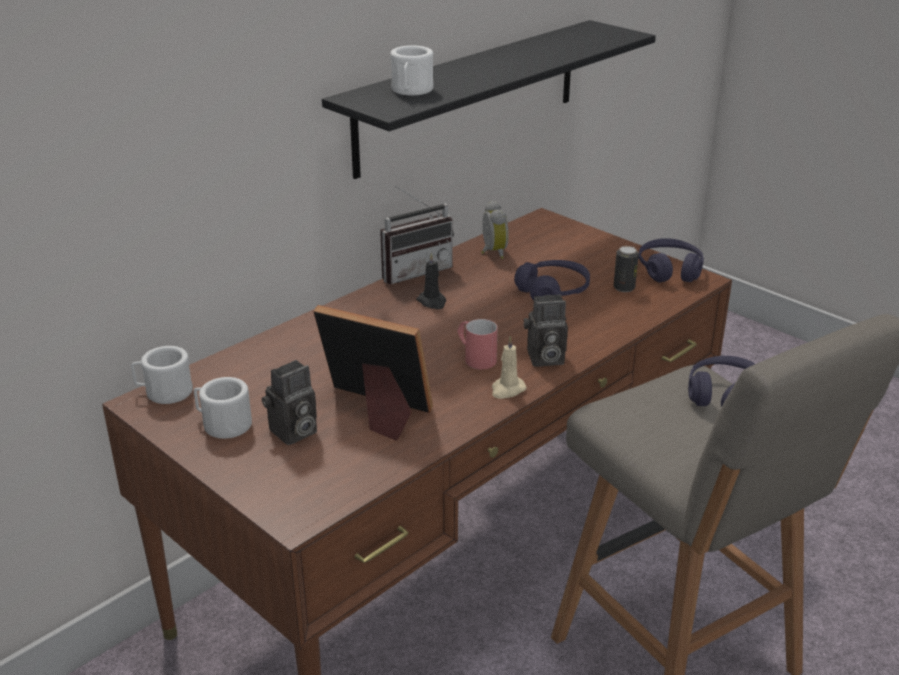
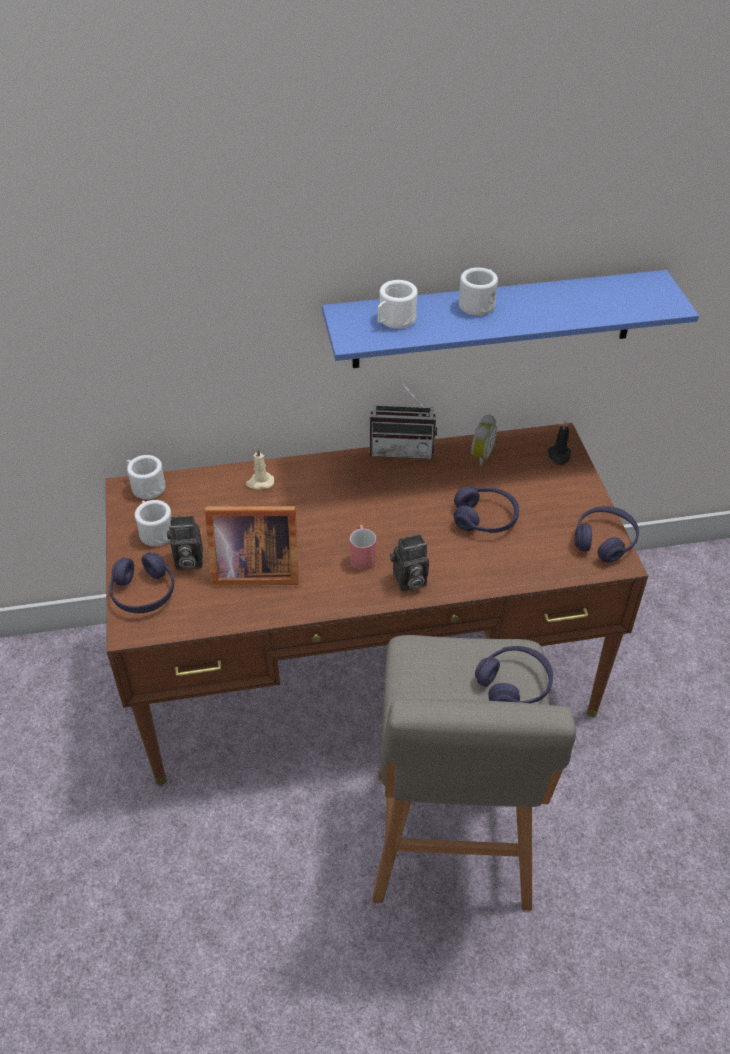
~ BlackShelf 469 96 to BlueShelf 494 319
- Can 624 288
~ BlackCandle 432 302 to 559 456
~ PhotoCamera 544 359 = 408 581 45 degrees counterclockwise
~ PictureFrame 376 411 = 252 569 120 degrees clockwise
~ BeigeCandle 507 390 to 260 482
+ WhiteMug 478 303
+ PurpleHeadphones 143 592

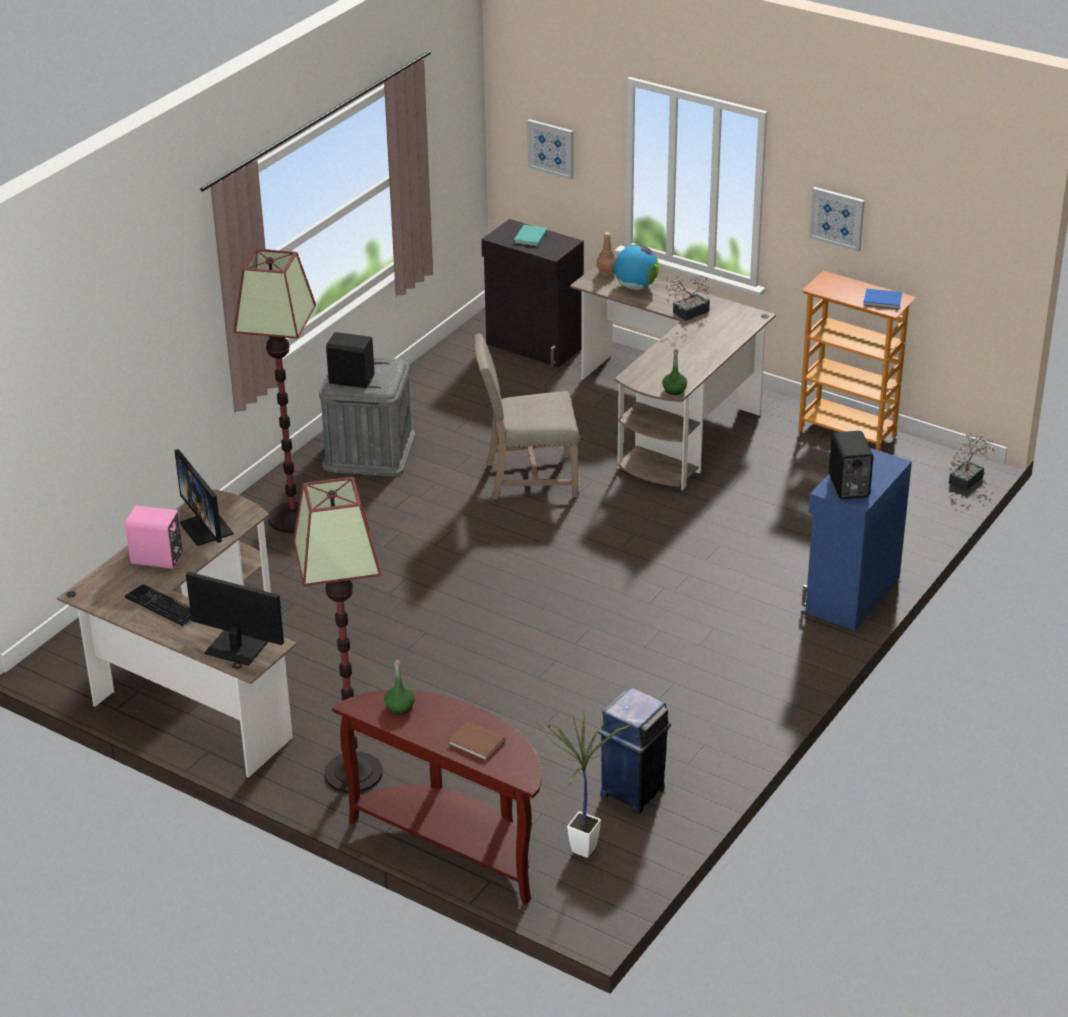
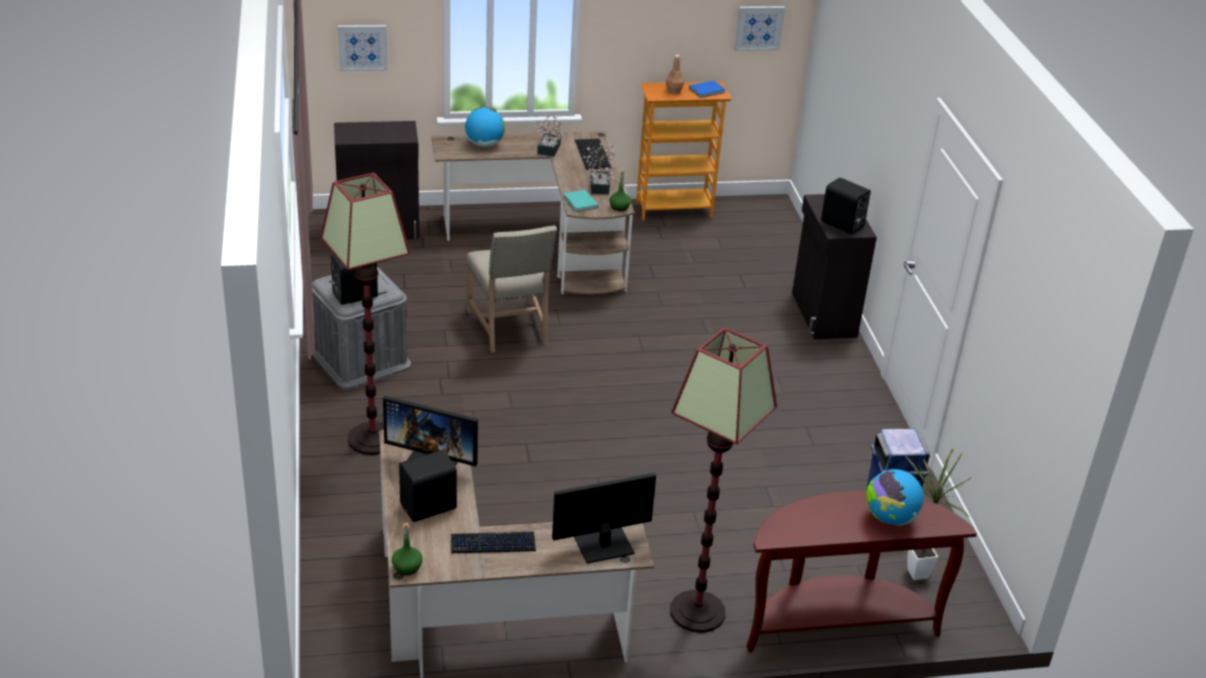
~ Picture 837 218 to 759 28
~ TurquoiseBook 529 237 to 580 203
~ BrownBottle 606 272 to 674 91
~ BeigeChair 528 478 = 510 328 60 degrees counterclockwise
~ PottedPlant 968 478 to 600 185
~ BlueCabinet 850 594 to BlackCabinet 822 315
~ PinkSpeaker 157 559 to BlackSpeaker 430 507
~ GreenBottle 400 707 to 407 567
~ BrownBook 477 744 to Globe 890 518
+ Keyboard 593 154

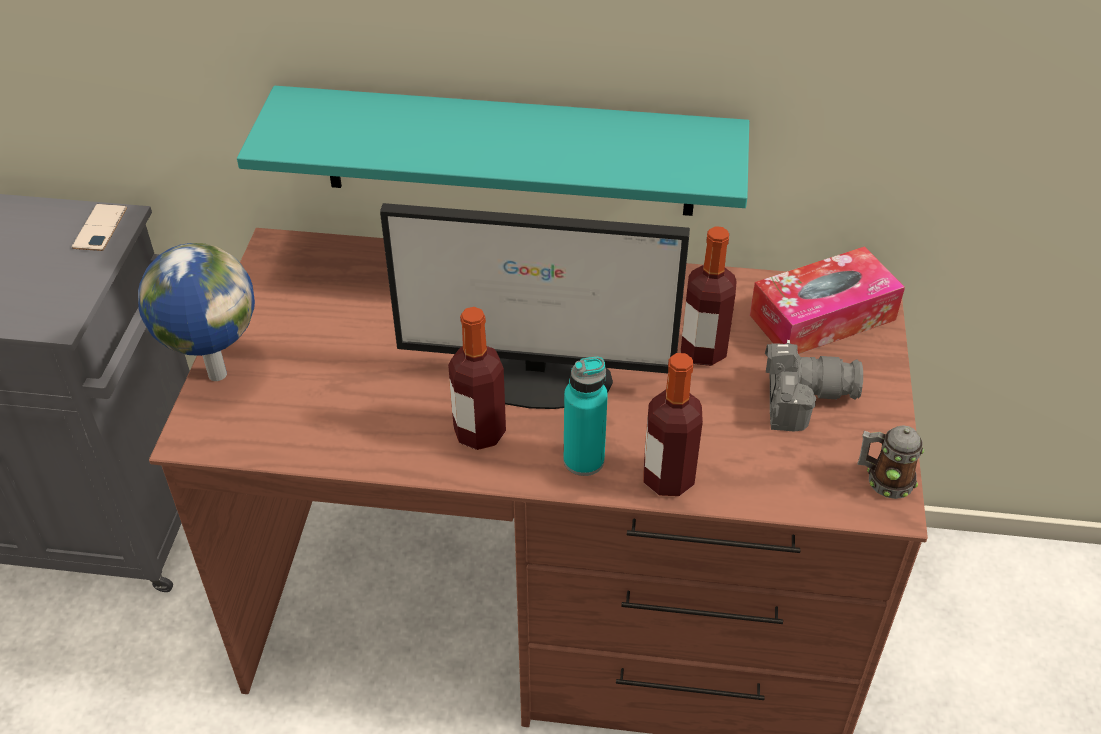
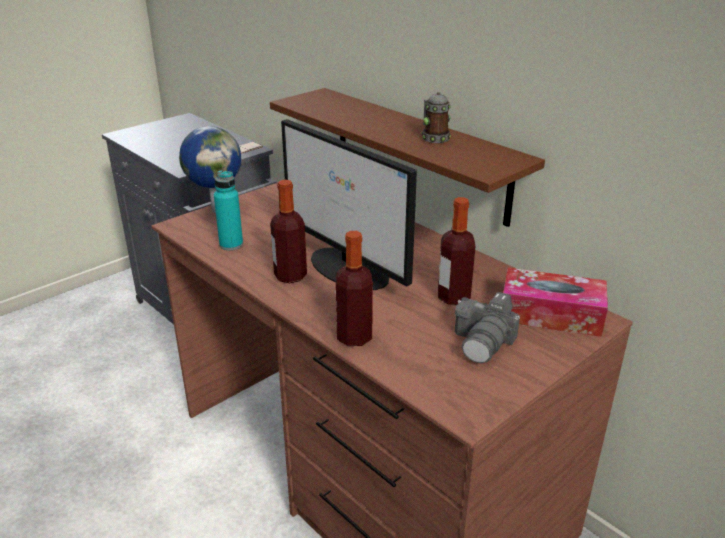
~ TurquoiseShelf 508 152 to BrownShelf 418 154
~ PhotoCamera 802 397 = 484 341 75 degrees clockwise
~ TurquoiseBottle 583 460 to 231 245
~ Mug 884 479 to 433 137

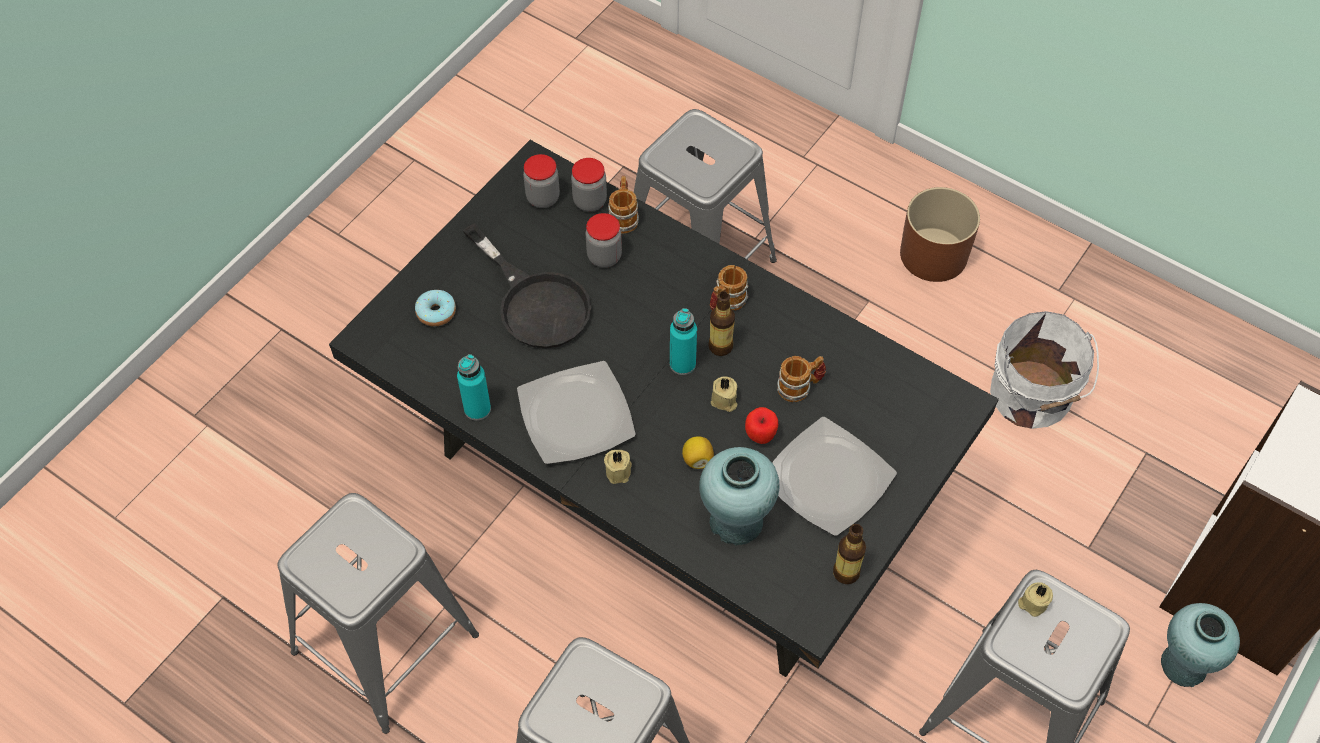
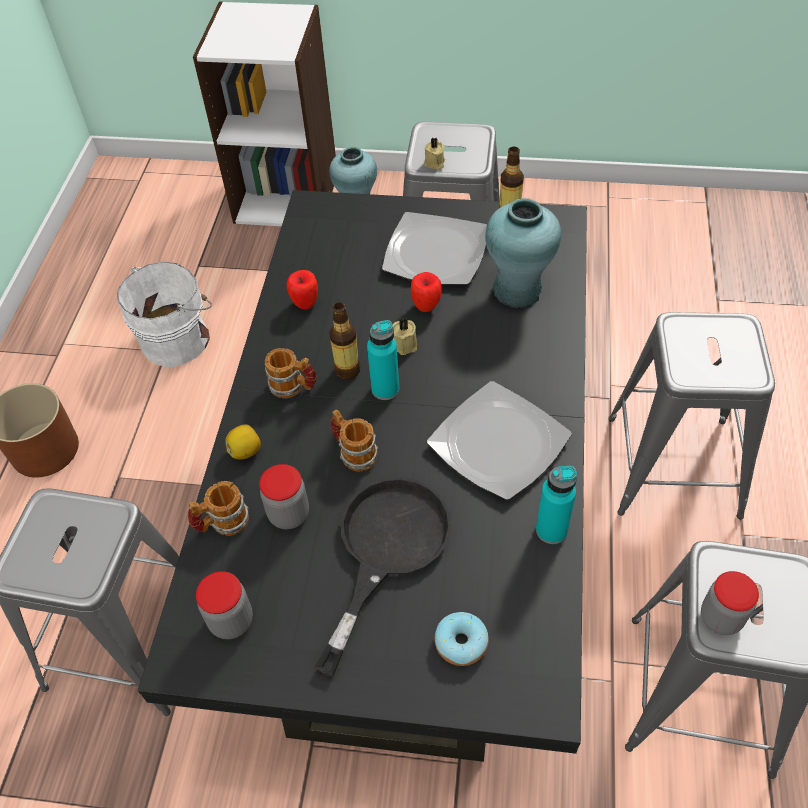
~ Jar 590 201 to 720 618
~ Mug 800 387 to 353 452
~ Lemon 697 459 to 246 451
- BeigeCandle 619 471
+ Apple 305 303

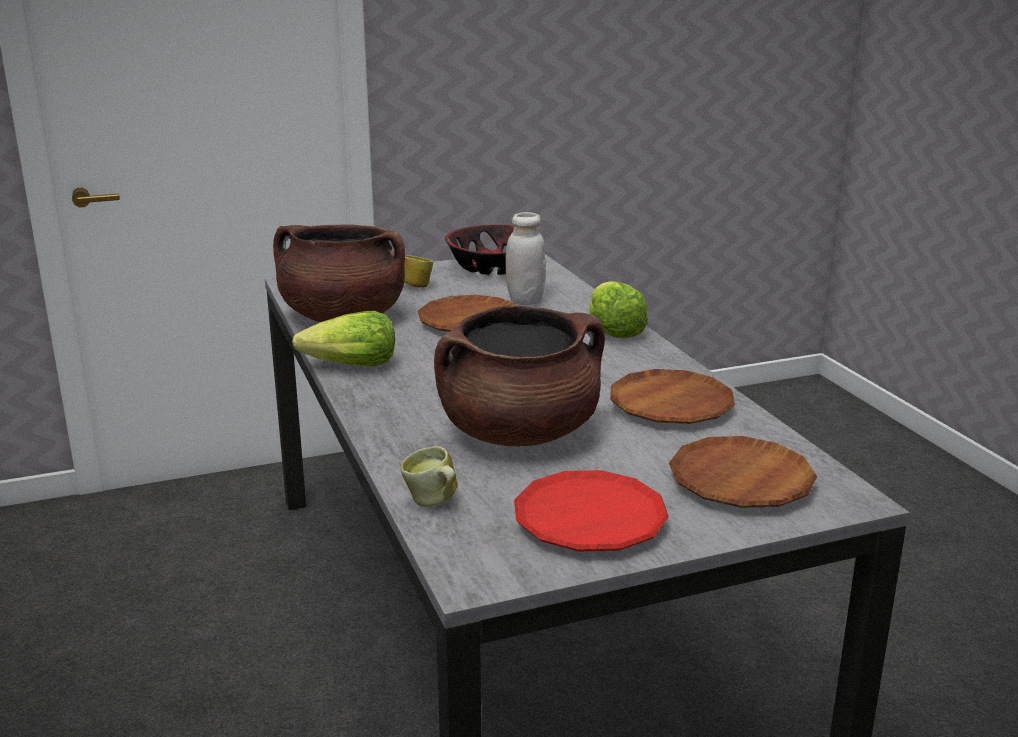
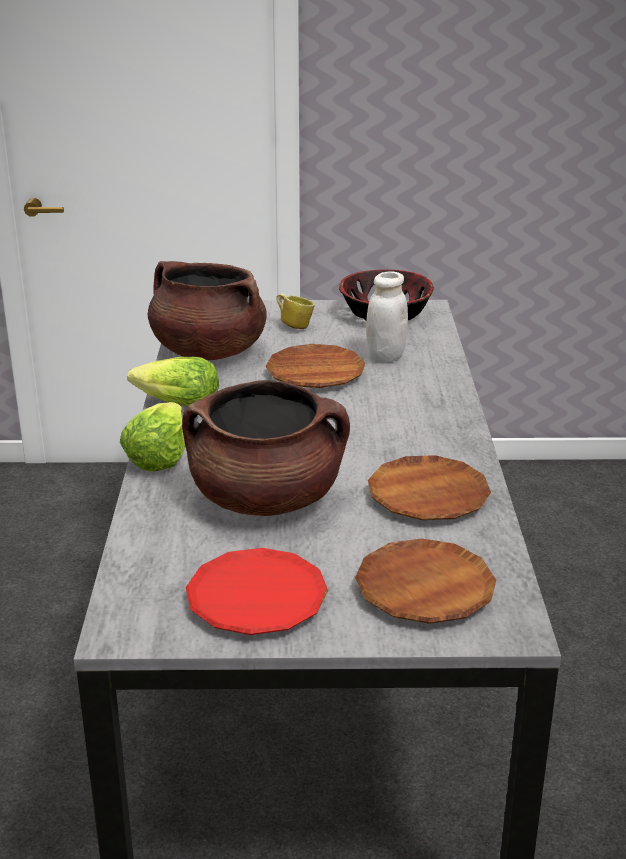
~ Lettuce 613 330 to 158 457
- Mug 433 504

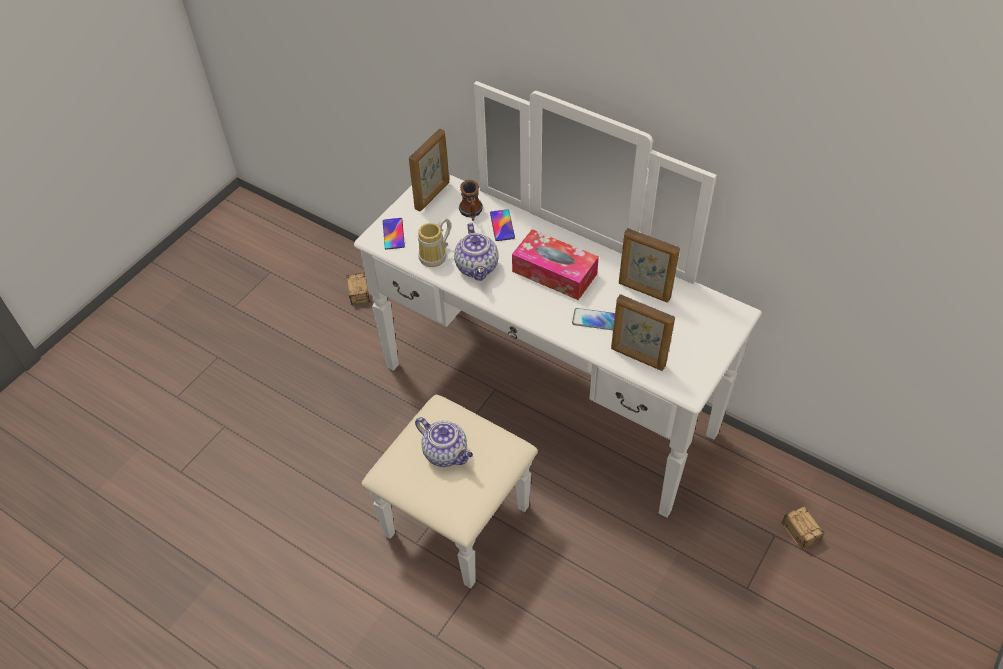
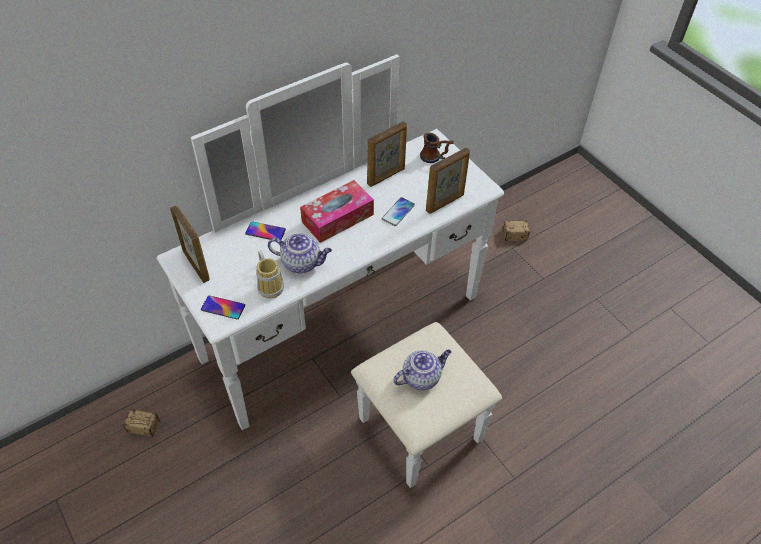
~ Mug 471 214 to 435 157

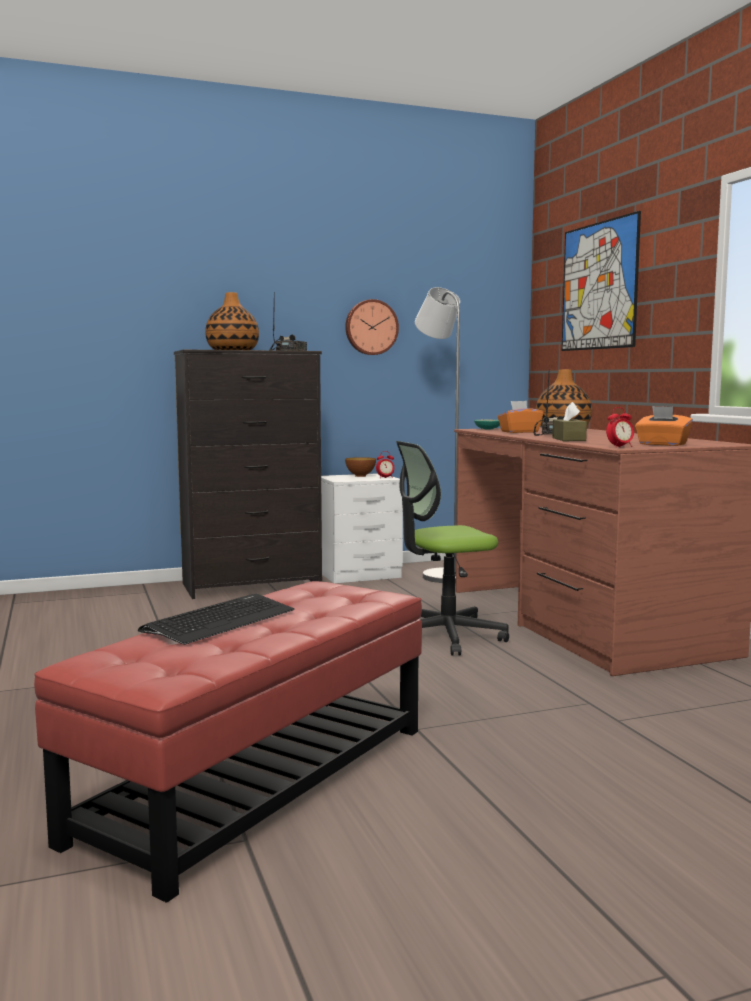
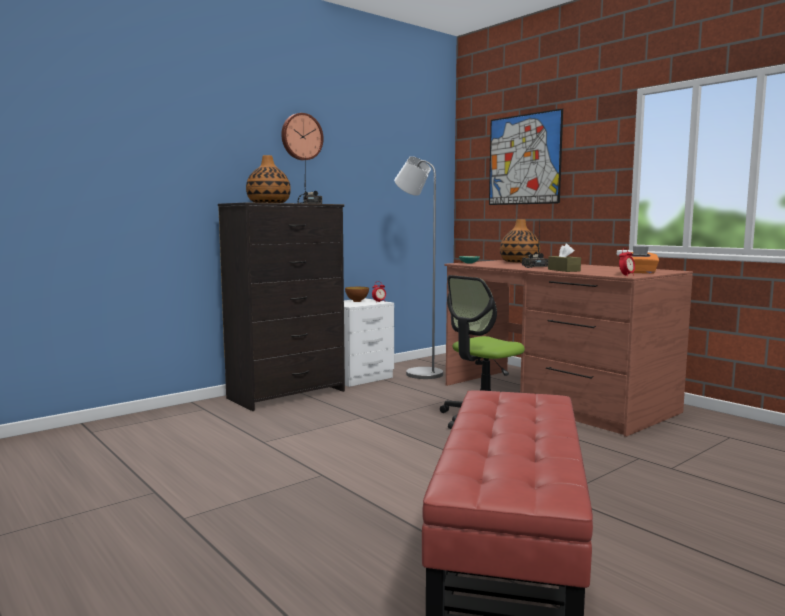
~ WallClock 371 327 to 301 137
- OrangeTissueBox 519 432
- Keyboard 220 621

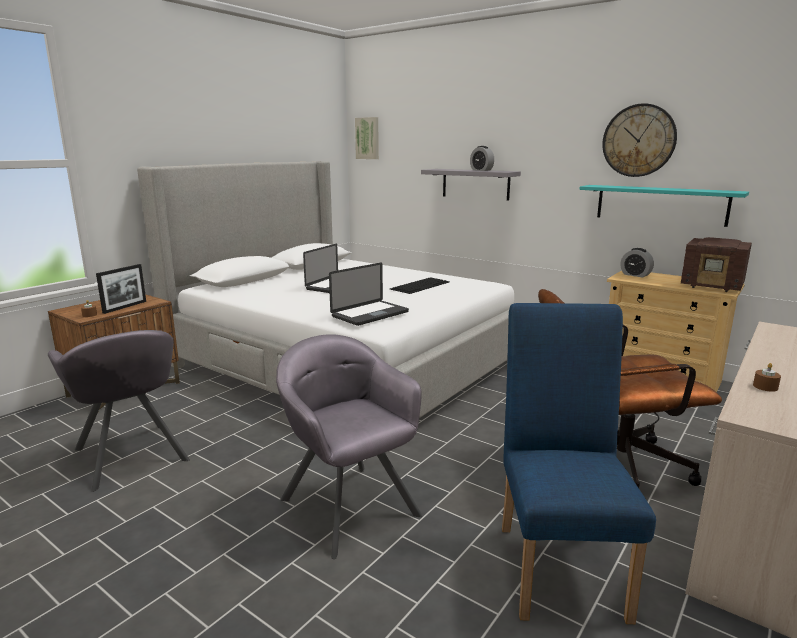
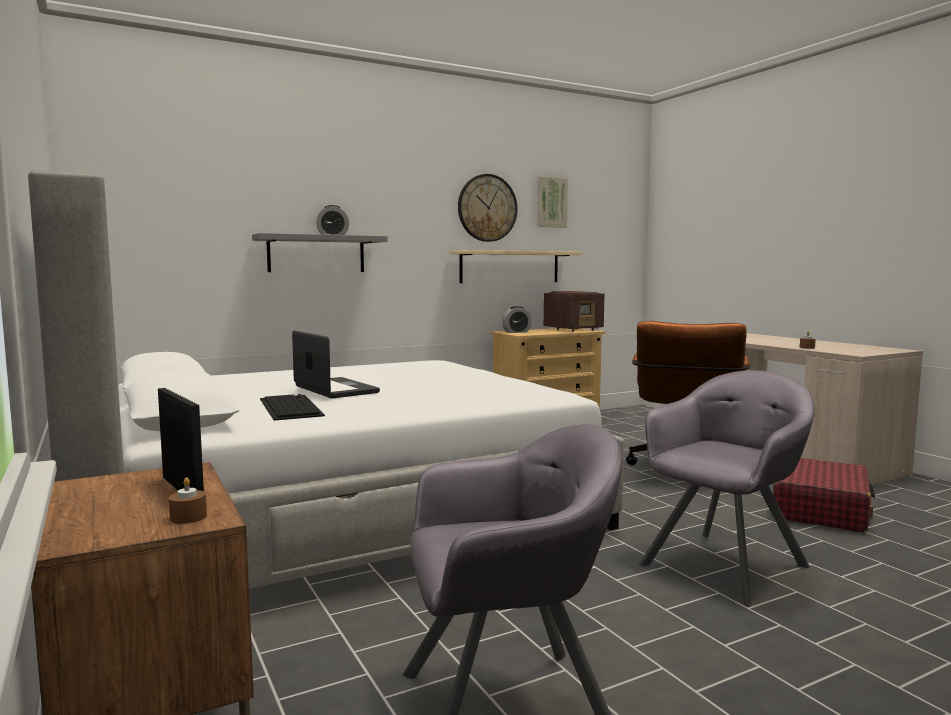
~ Picture 368 138 to 551 202
~ TurquoiseShelf 660 204 to BeigeShelf 510 267
- Laptop 370 314
~ Keyboard 420 285 to 289 407
~ BlueChair 559 561 to RedSuitcase 820 509
~ GreyArmchair 349 506 = 725 565 150 degrees clockwise

